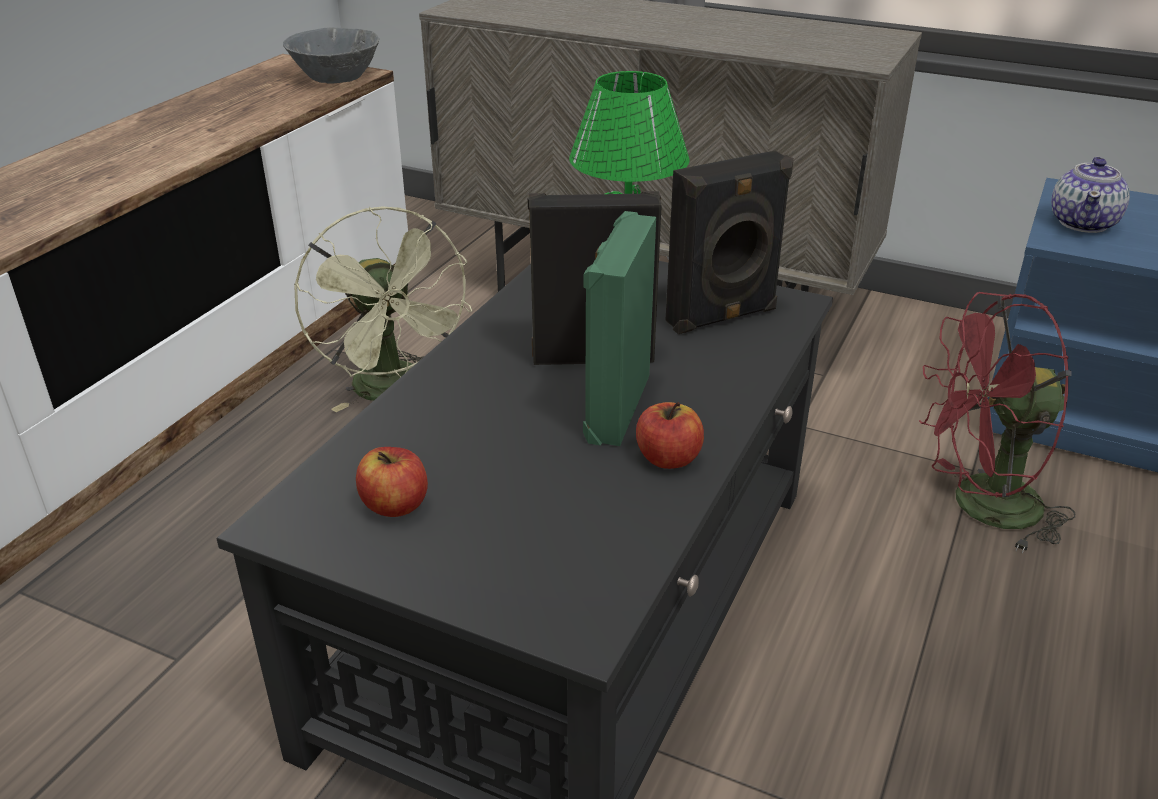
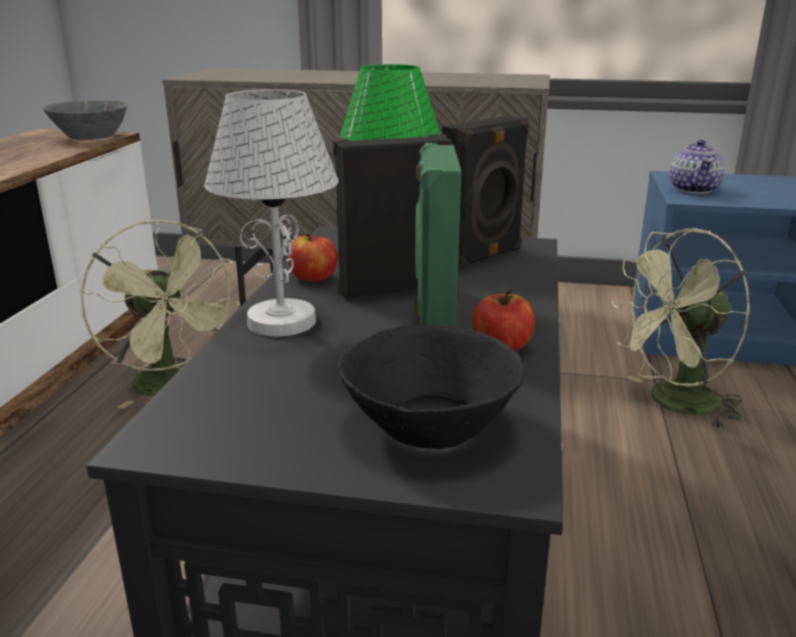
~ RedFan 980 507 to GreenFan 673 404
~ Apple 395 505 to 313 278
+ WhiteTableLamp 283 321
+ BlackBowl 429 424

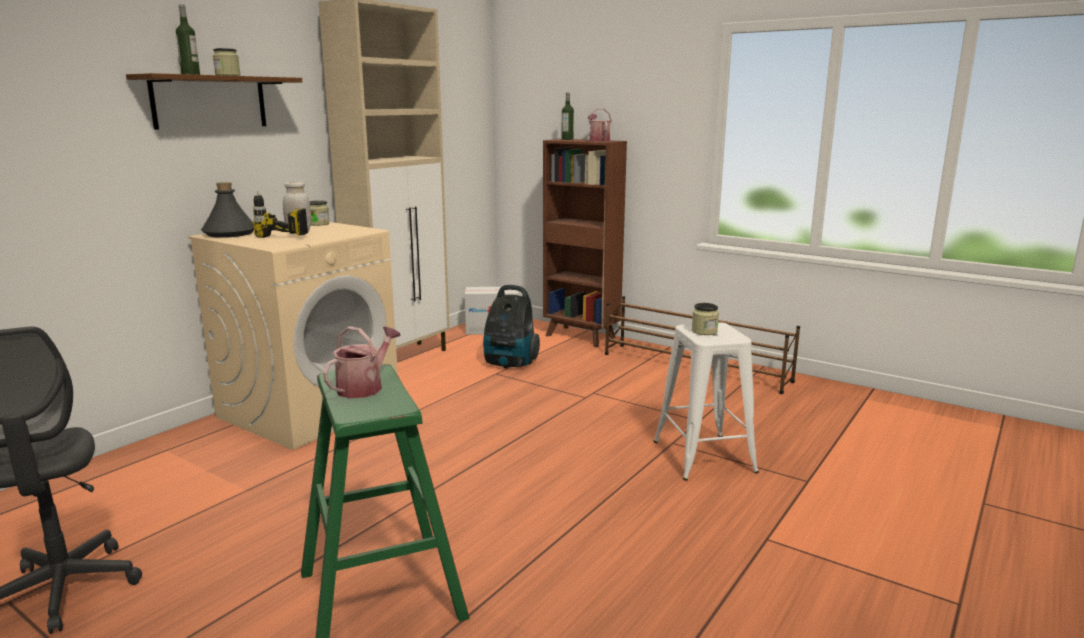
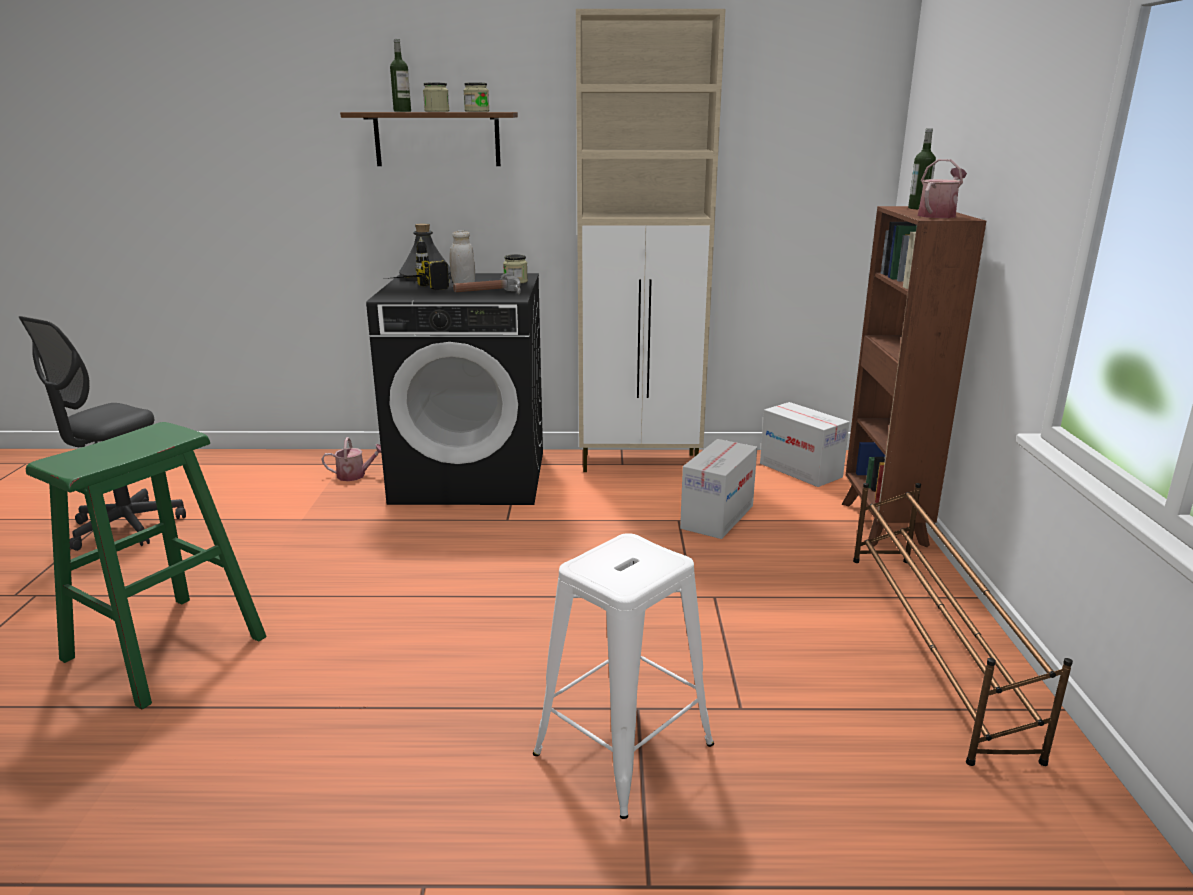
~ BeigeWashingMachine 310 409 to BlackWashingMachine 471 477
~ VacuumCleaner 510 364 to CardboardBox 717 517
~ Jar 704 331 to 477 111
~ WateringCan 364 387 to 355 475
+ Hammer 490 294

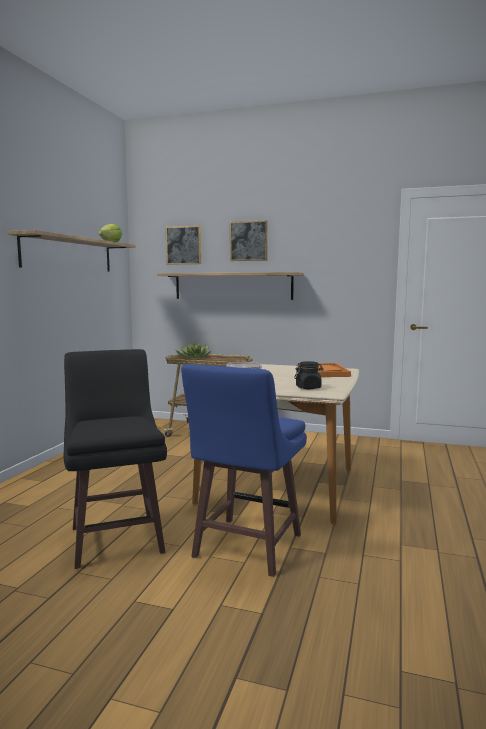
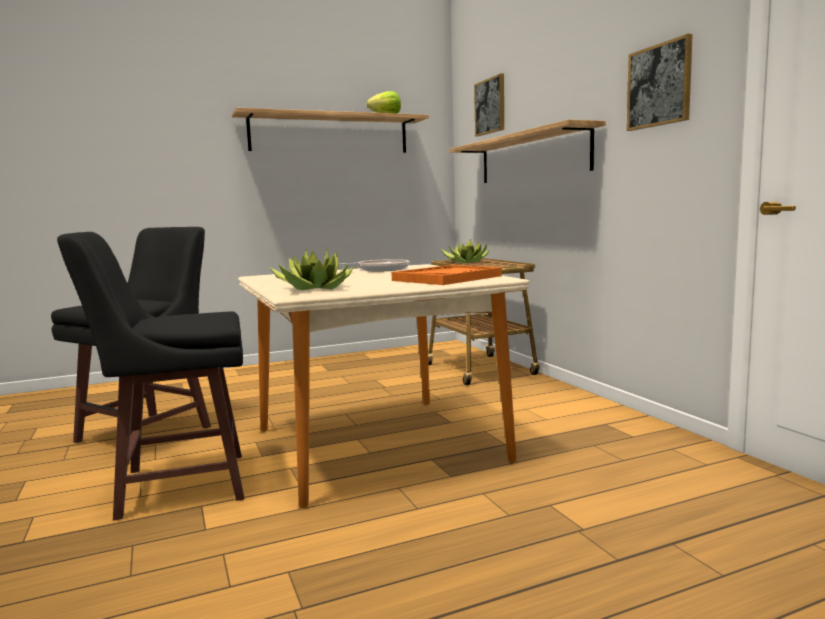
~ Picture 248 241 to 659 85
~ BlackJar 308 388 to PottedPlant 313 288
~ BlueStool 245 547 to BlackStool 179 485

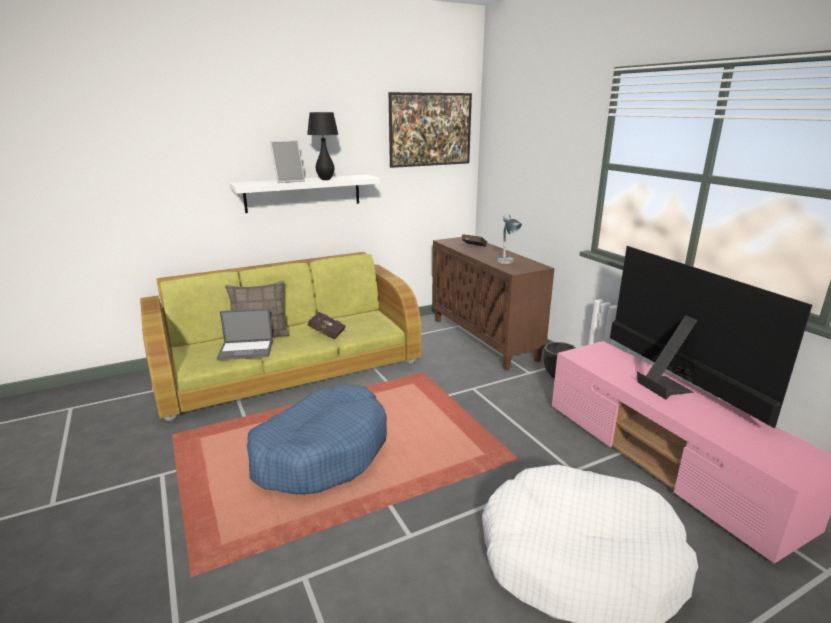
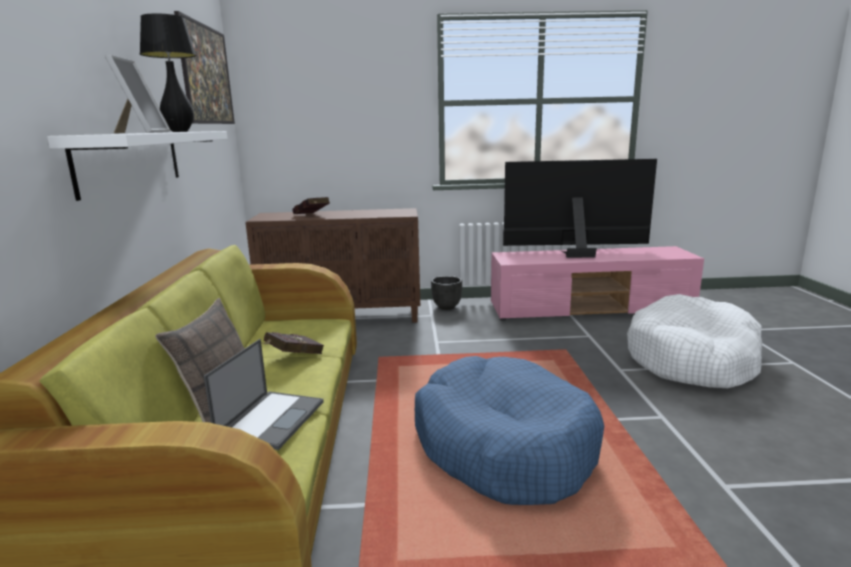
- TableLamp 507 263

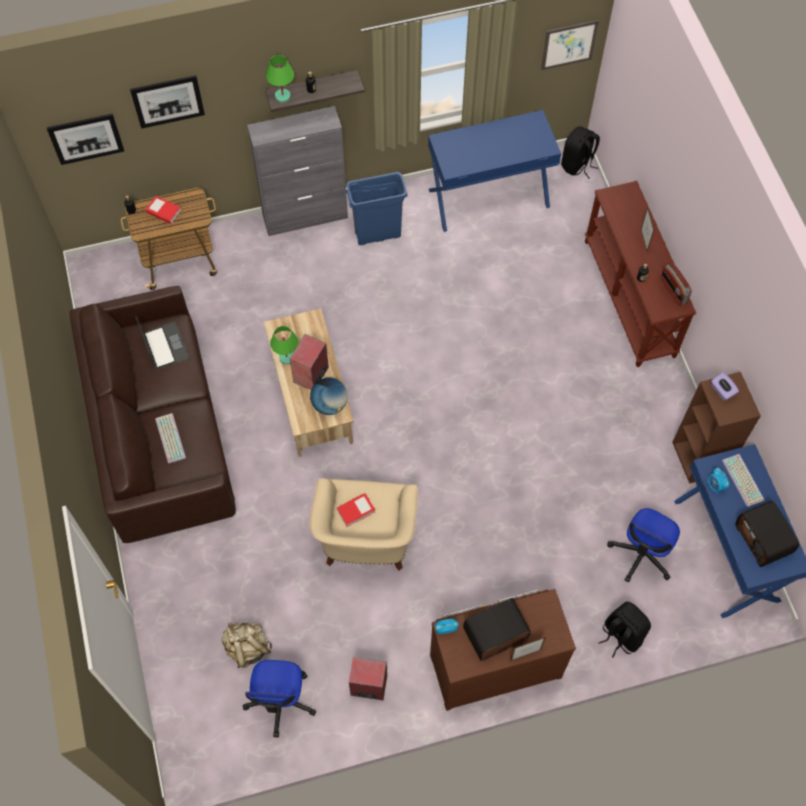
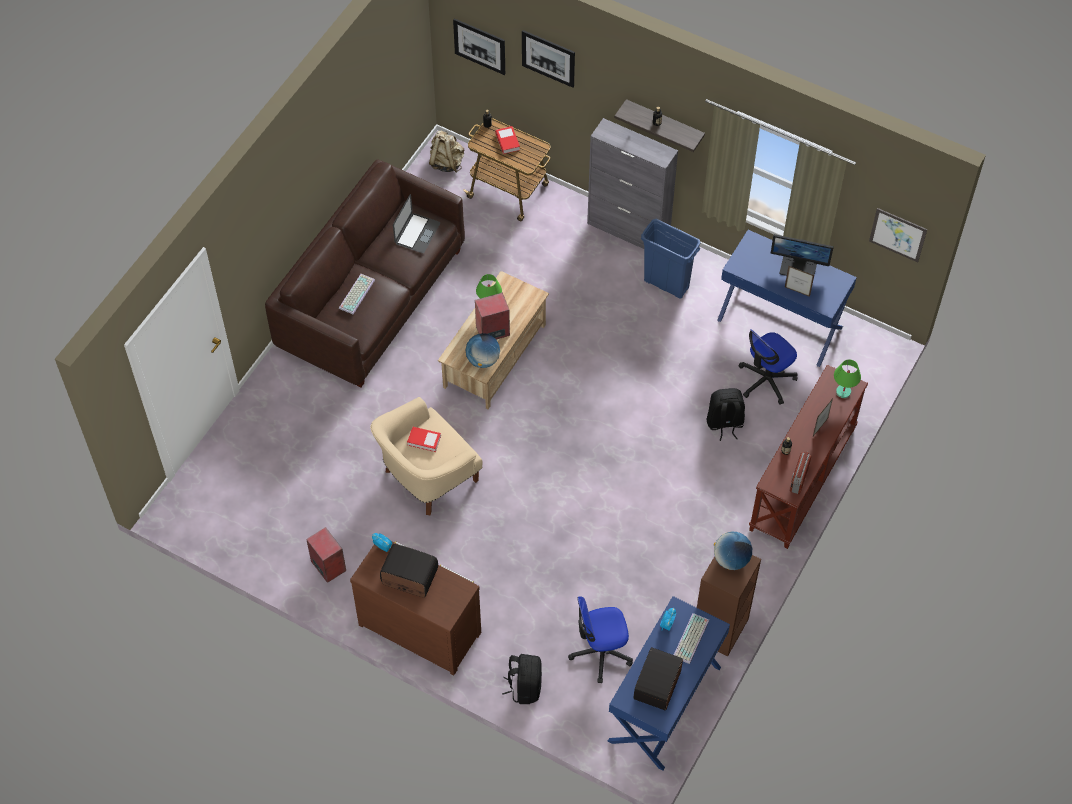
~ GreenTableLamp 282 96 to 843 392
~ BlackBackpack 577 165 to 724 423
~ PurpleTissueBox 722 391 to Globe 731 559
~ BeigeBackpack 247 648 to 446 162
~ PictureFrame 525 655 to 797 292
~ OfficeChair 280 701 to 766 380
+ Monitor 798 268

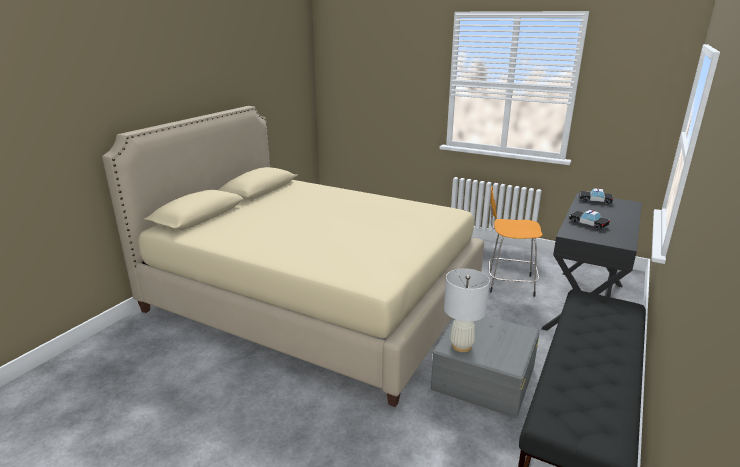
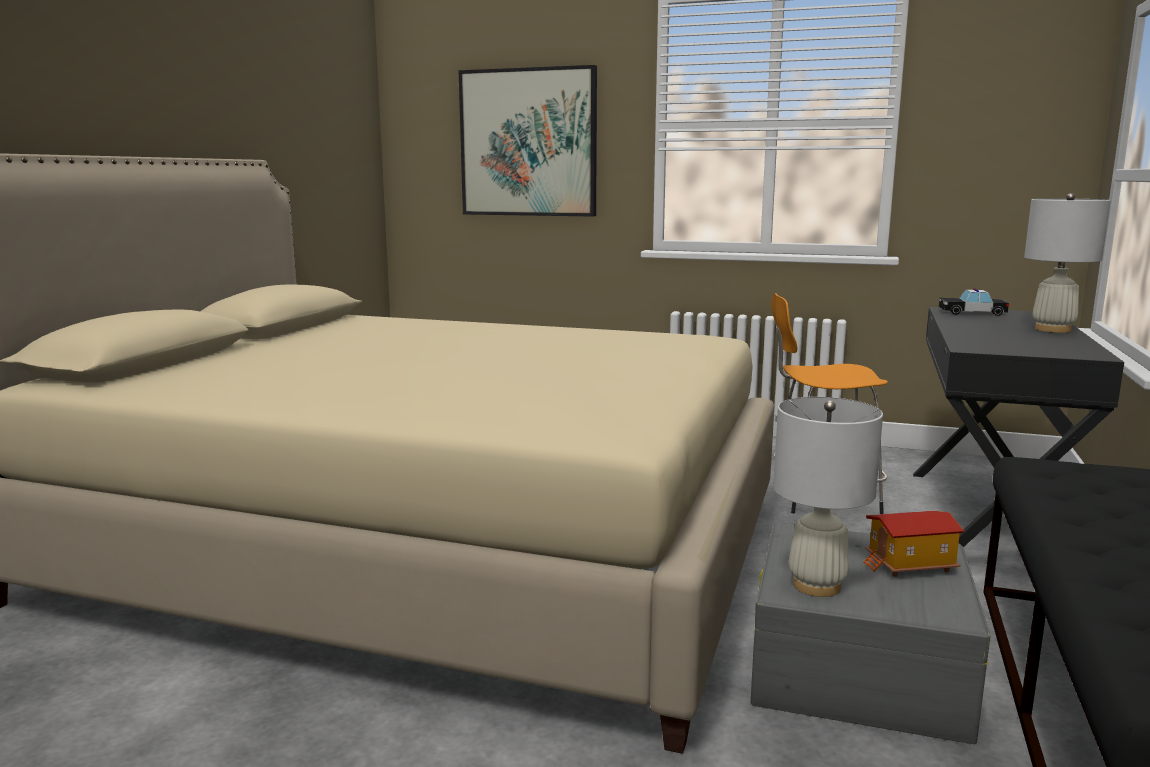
- ToyCar 588 223
+ Picture 528 143
+ WhiteTableLamp 1053 330
+ ToyHouse 910 566

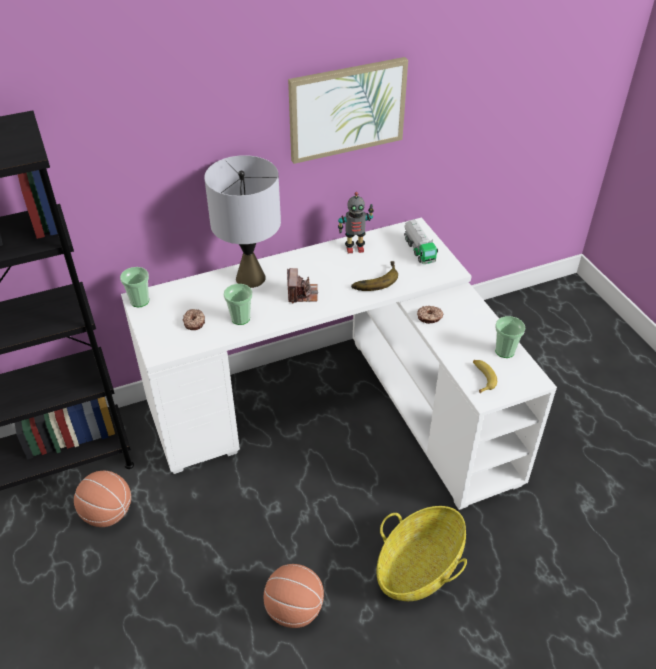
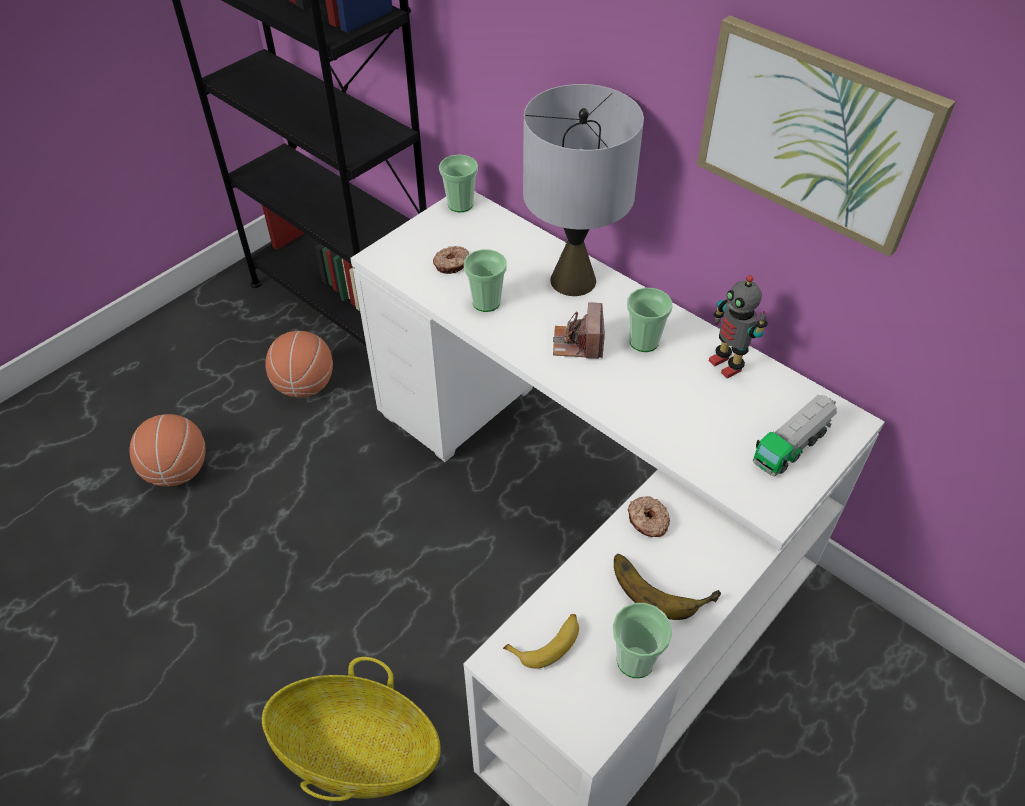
~ Banana 374 279 to 661 583
~ PhotoCamera 302 293 = 578 343 120 degrees clockwise
~ Basketball 294 609 to 177 470
+ Cup 644 341

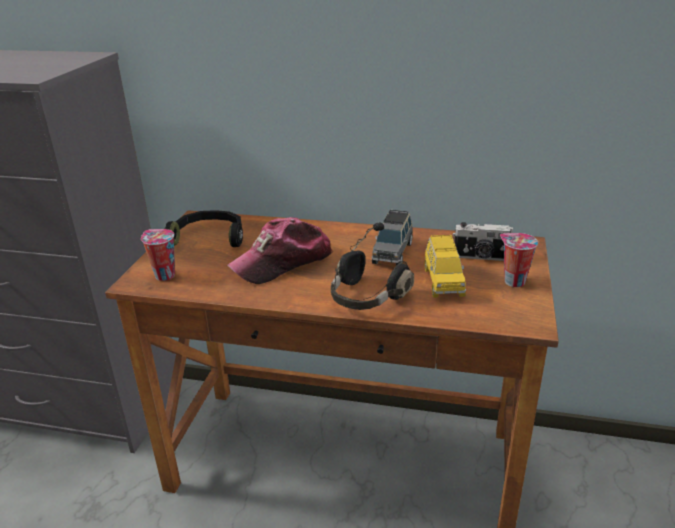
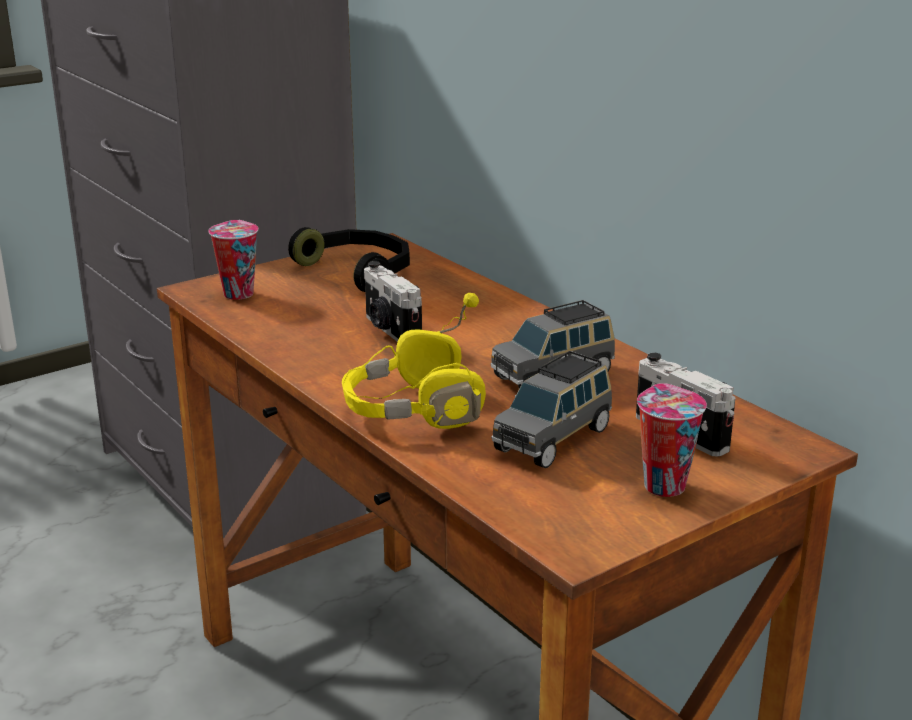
~ Cap 283 262 to PhotoCamera 390 330
~ BlackHeadphones 366 297 to YellowHeadphones 413 411
~ YellowToyCar 443 281 to GreyToyCar 553 439

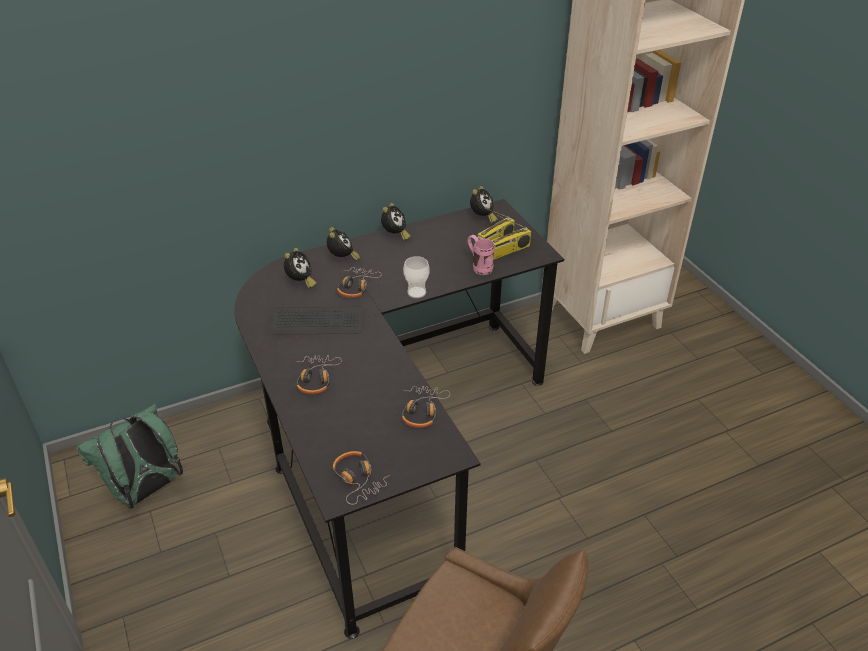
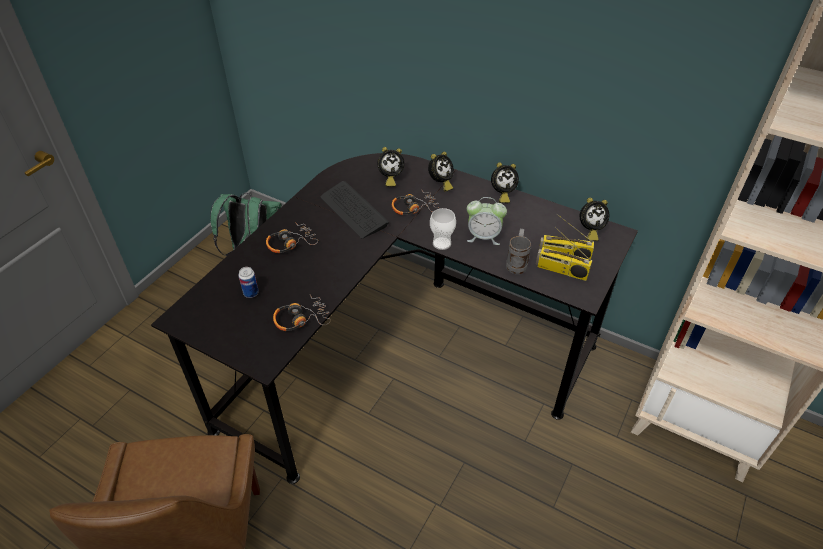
~ PinkMug 479 266 to GreyMug 517 263
- Headphones 358 480
+ AlarmClock 483 237
+ Can 251 293

